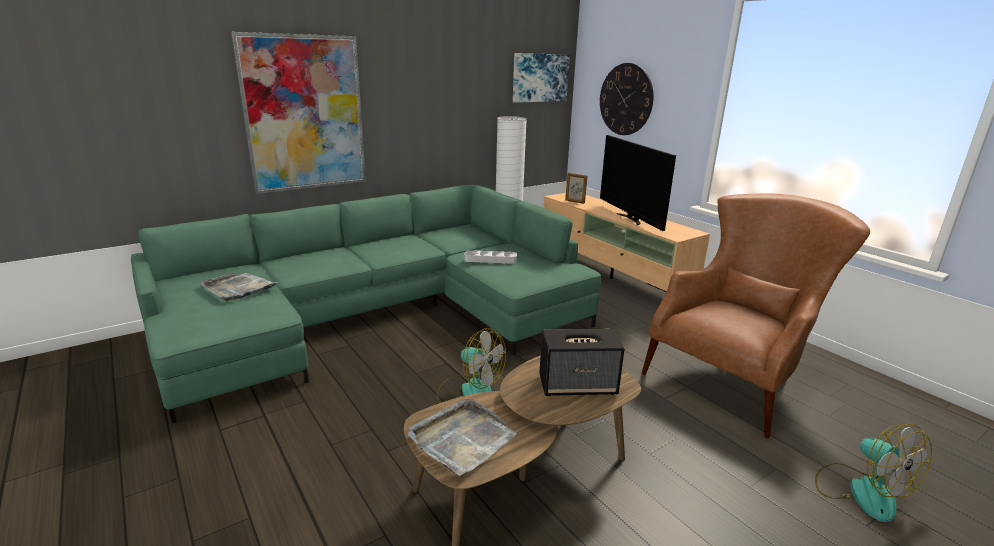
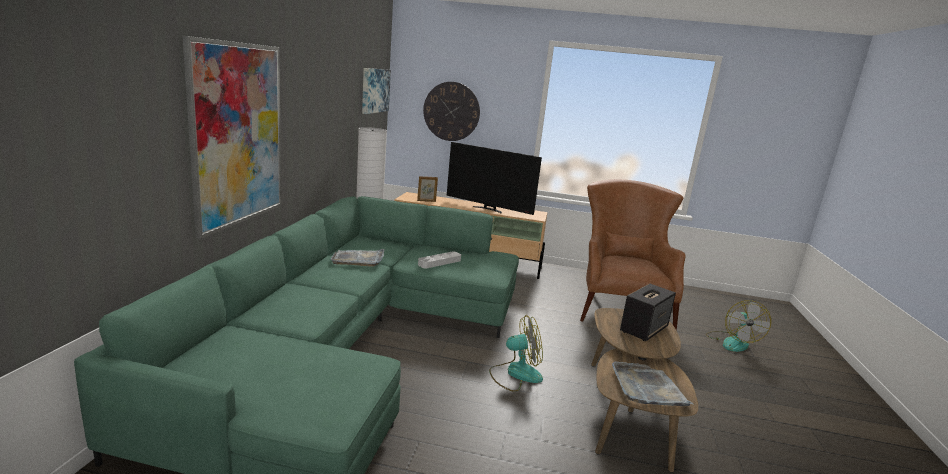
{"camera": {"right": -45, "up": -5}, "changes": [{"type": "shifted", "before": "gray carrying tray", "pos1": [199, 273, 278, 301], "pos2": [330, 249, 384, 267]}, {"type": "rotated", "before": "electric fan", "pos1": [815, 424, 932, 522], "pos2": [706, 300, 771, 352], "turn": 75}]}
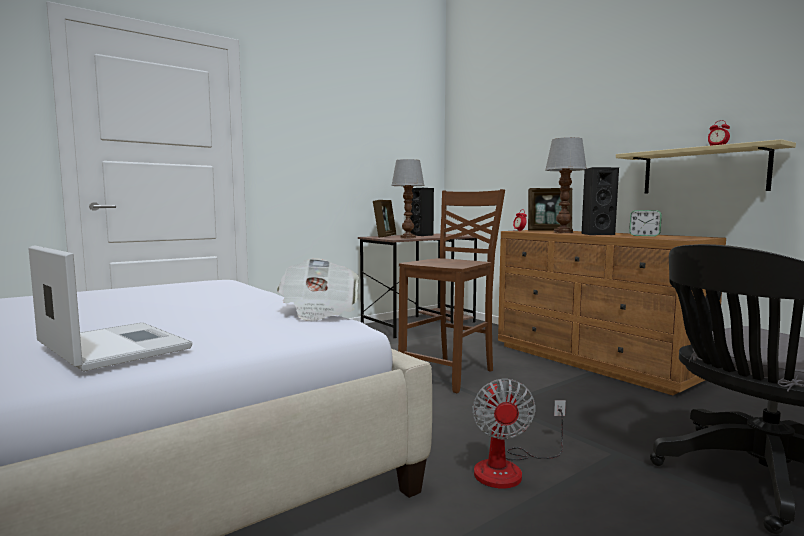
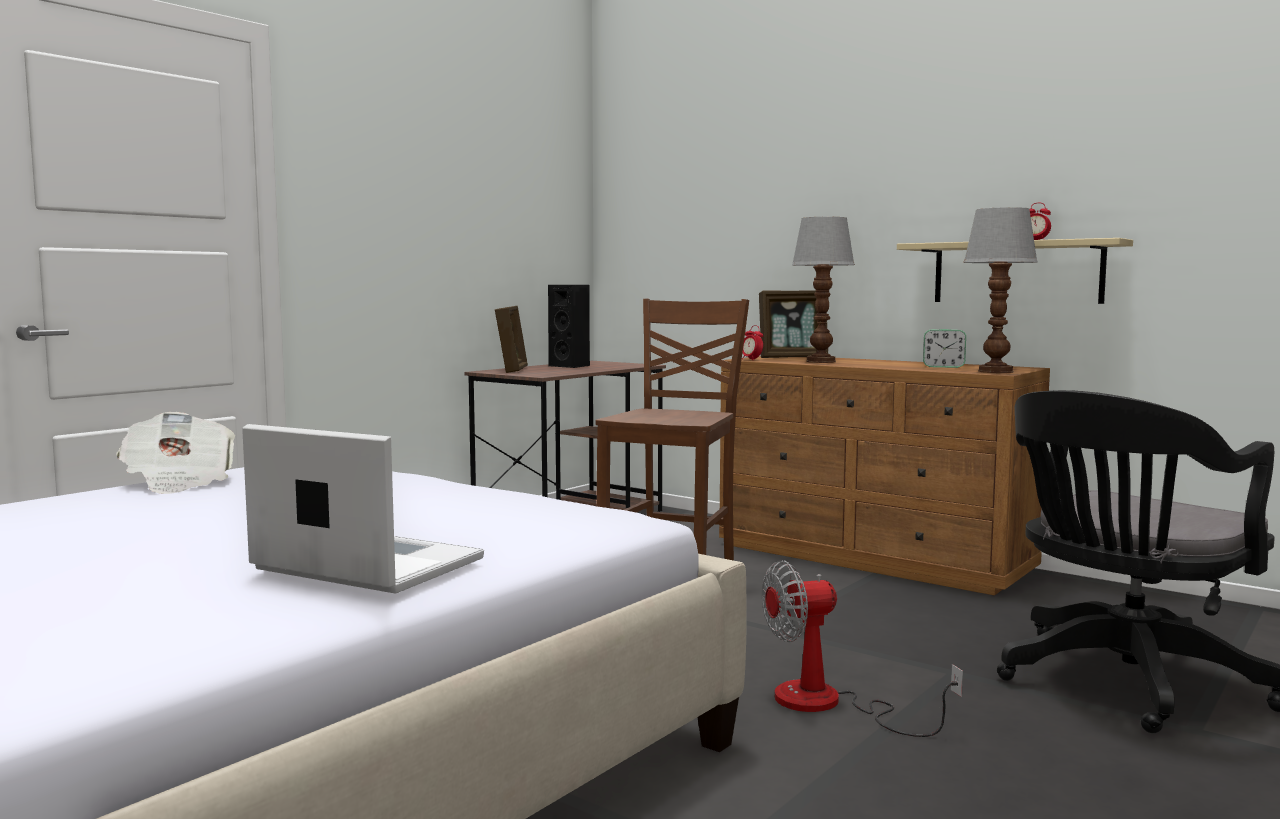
{"camera": {"right": -15, "up": 0}, "changes": [{"type": "shifted", "before": "printed paper", "pos1": [277, 258, 359, 321], "pos2": [117, 412, 235, 494]}, {"type": "rotated", "before": "electric fan", "pos1": [472, 378, 566, 489], "pos2": [762, 561, 963, 737], "turn": 90}, {"type": "shifted", "before": "tabletop lamp", "pos1": [391, 159, 425, 238], "pos2": [963, 207, 1038, 373]}, {"type": "gone", "before": "black audio speaker", "pos1": [582, 167, 619, 235]}]}
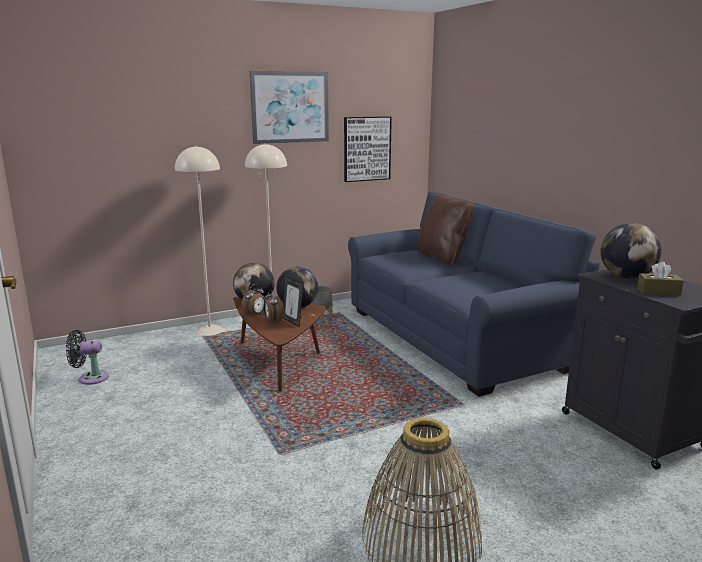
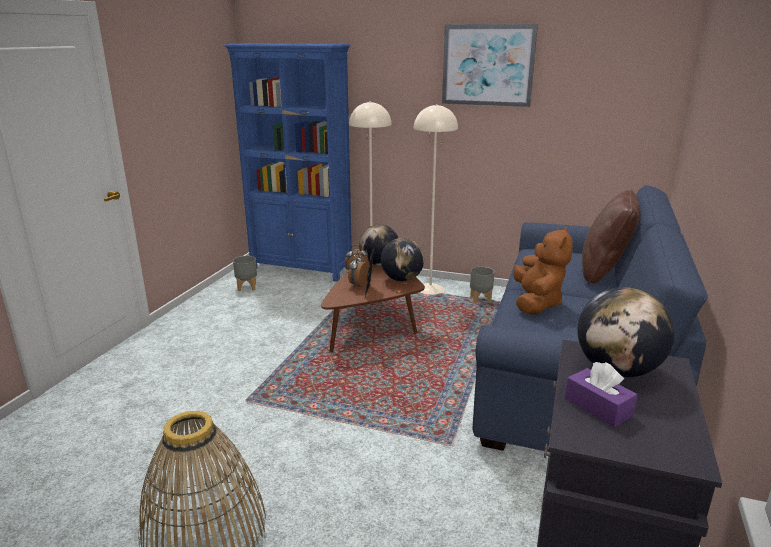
{"camera": {"right": 45, "up": 5}, "changes": [{"type": "new", "after": "bluish shelving unit", "pos2": [225, 43, 352, 281]}, {"type": "swapped", "before": "black electric fan", "after": "gray plant pot", "pos1": [66, 330, 109, 385], "pos2": [233, 256, 257, 291]}, {"type": "new", "after": "brown-coloured plush toy", "pos2": [513, 227, 573, 315]}, {"type": "repainted", "before": "brown-coloured box of tissues", "after": "purple box of tissues", "pos1": [637, 262, 684, 296], "pos2": [565, 362, 638, 427]}, {"type": "gone", "before": "picture", "pos1": [344, 116, 392, 182]}]}
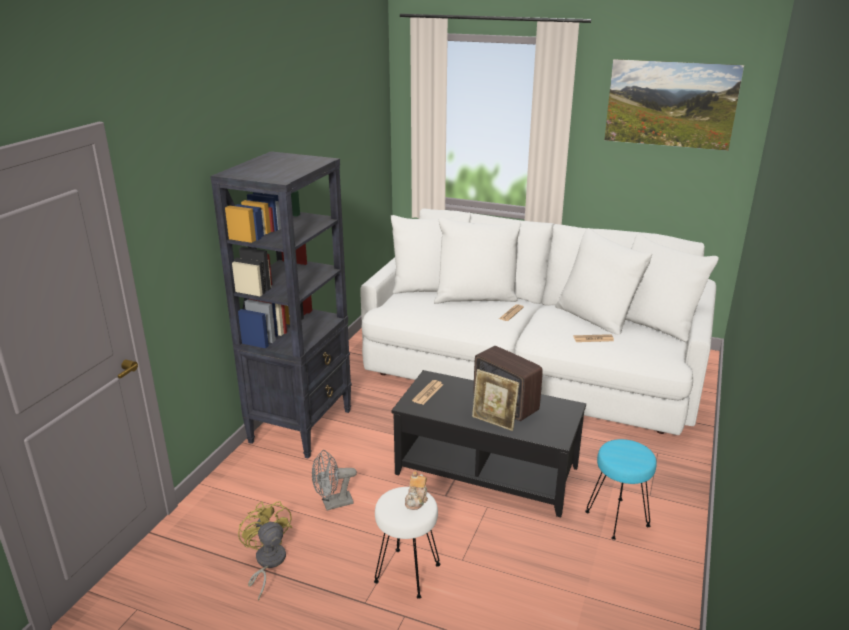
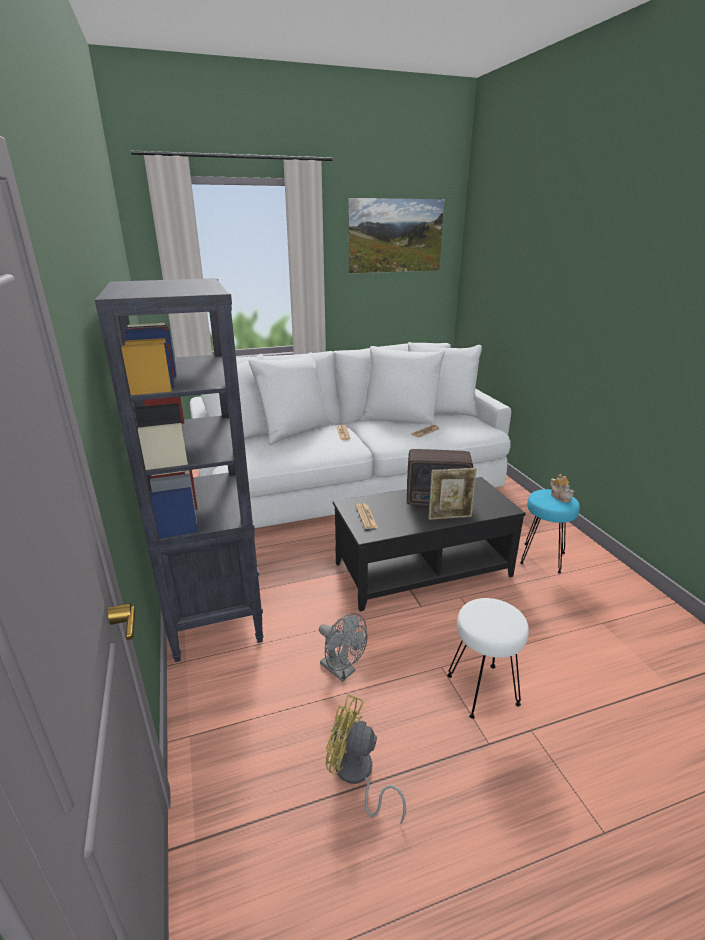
{"camera": {"right": -40, "up": 0}, "changes": [{"type": "rotated", "before": "gray electric fan", "pos1": [312, 450, 357, 511], "pos2": [319, 613, 367, 682], "turn": -75}, {"type": "shifted", "before": "tea pot", "pos1": [405, 471, 428, 510], "pos2": [550, 474, 575, 503]}]}
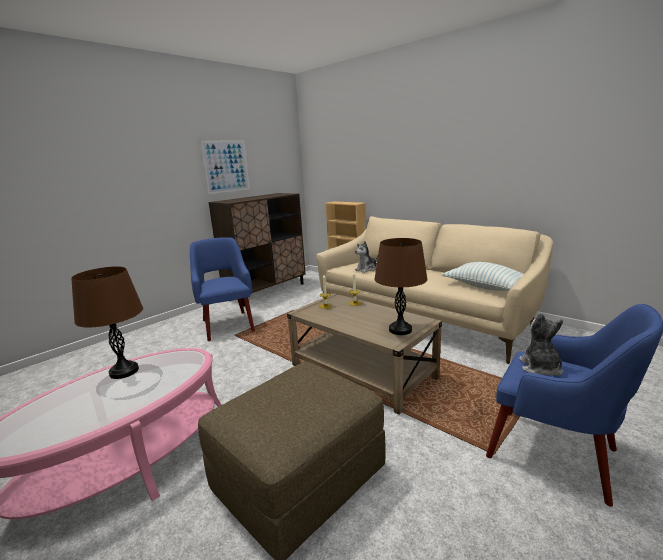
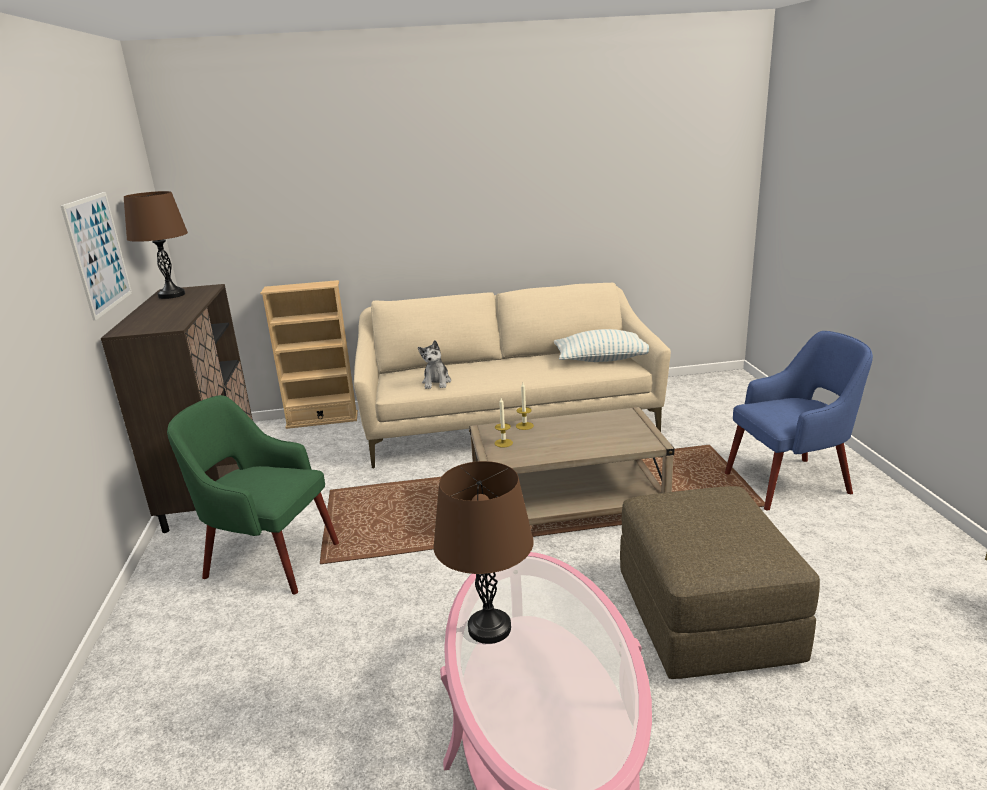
{"camera": {"right": -50, "up": 5}, "changes": [{"type": "shifted", "before": "brown-coloured tabletop lamp", "pos1": [374, 238, 427, 335], "pos2": [124, 191, 188, 299]}, {"type": "repainted", "before": "bluish easy chair", "after": "greenish easy chair", "pos1": [190, 237, 255, 341], "pos2": [167, 395, 339, 595]}, {"type": "gone", "before": "plush toy", "pos1": [519, 313, 563, 376]}]}
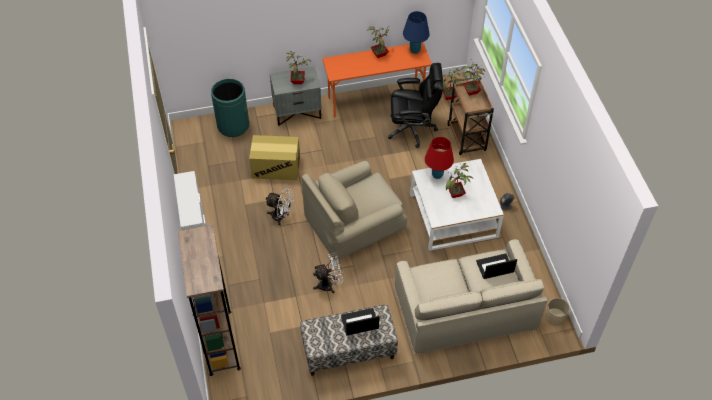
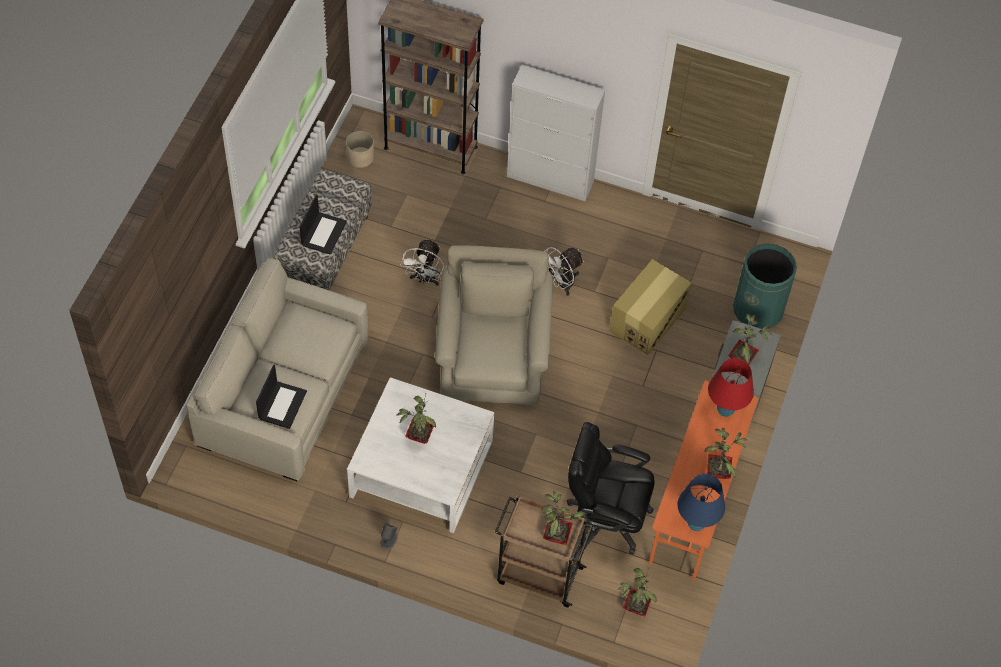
{"camera": {"right": 120, "up": 5}, "changes": [{"type": "shifted", "before": "beige-coloured plant pot", "pos1": [545, 298, 570, 326], "pos2": [346, 131, 374, 168]}, {"type": "rotated", "before": "black office chair", "pos1": [388, 63, 443, 148], "pos2": [567, 422, 655, 555], "turn": 75}, {"type": "shifted", "before": "reddish tabletop lamp", "pos1": [425, 137, 454, 179], "pos2": [708, 358, 754, 417]}]}
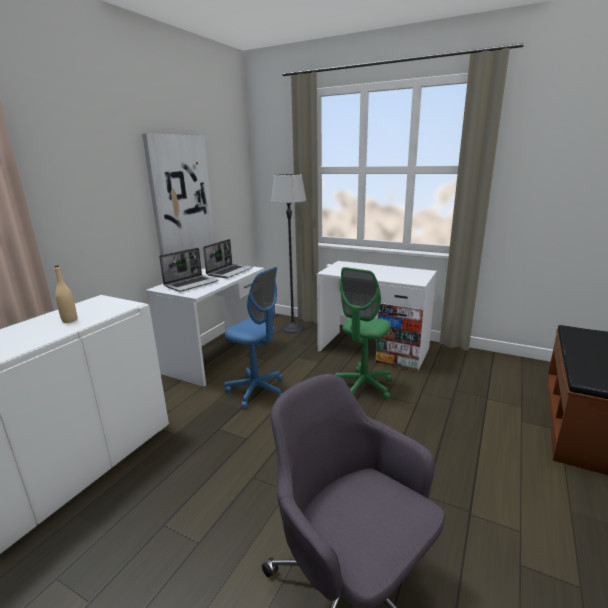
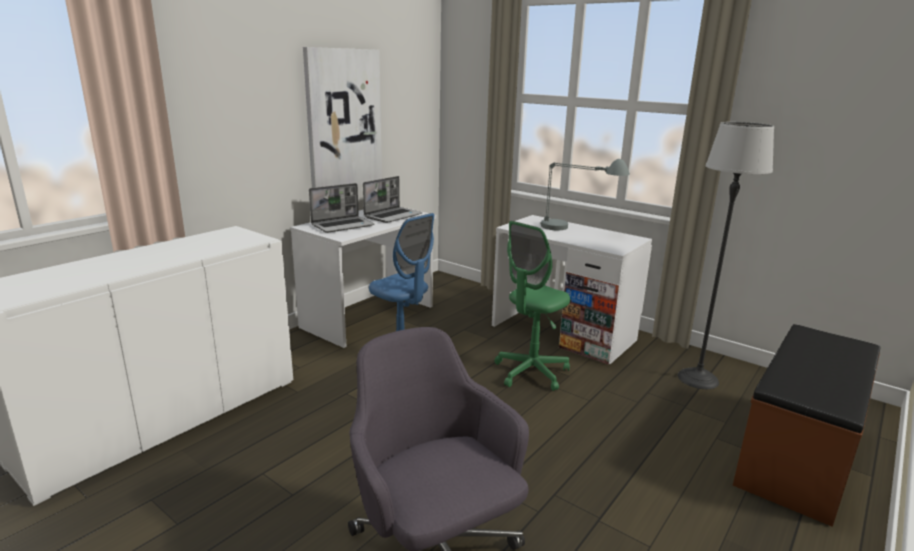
{"camera": {"right": 10, "up": 0}, "changes": [{"type": "new", "after": "gray tabletop lamp", "pos2": [540, 159, 630, 230]}, {"type": "shifted", "before": "floor lamp", "pos1": [271, 174, 306, 333], "pos2": [678, 122, 774, 389]}, {"type": "gone", "before": "beige-coloured bottle", "pos1": [54, 265, 77, 323]}]}
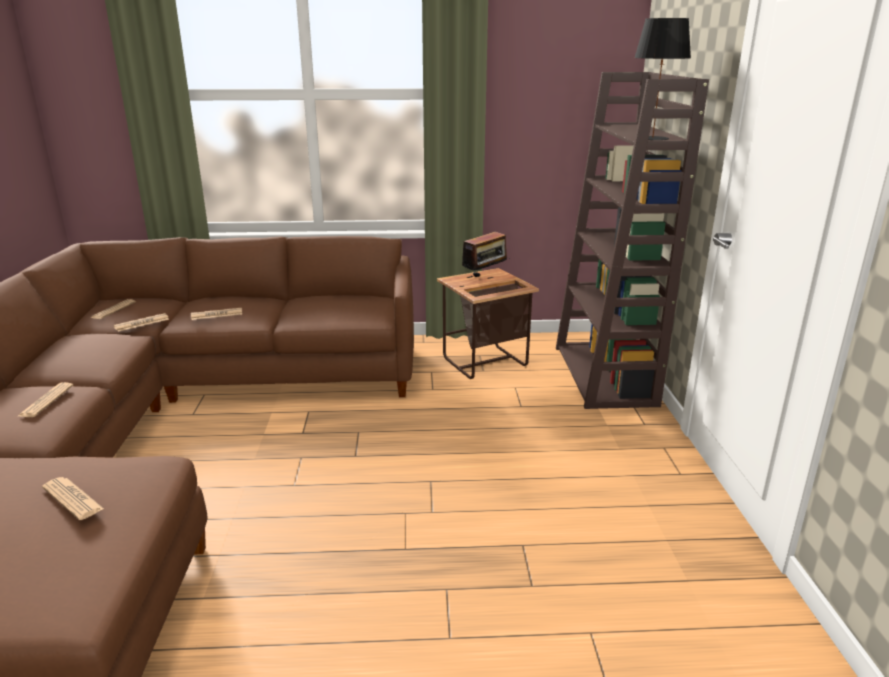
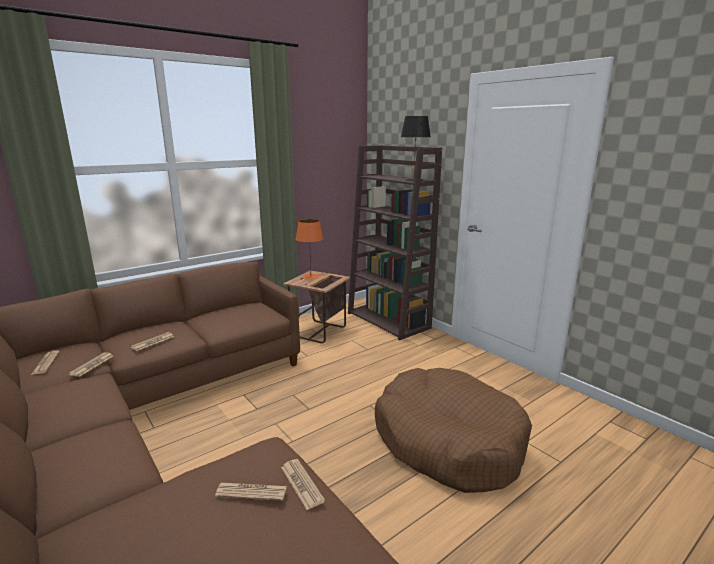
{"camera": {"right": -35, "up": -5}, "changes": [{"type": "shifted", "before": "printed paper", "pos1": [18, 382, 73, 417], "pos2": [281, 459, 325, 510]}, {"type": "swapped", "before": "radio set", "after": "orangey tabletop lamp", "pos1": [462, 229, 510, 277], "pos2": [296, 219, 323, 279]}, {"type": "new", "after": "brown-coloured pet bed", "pos2": [375, 368, 532, 493]}]}
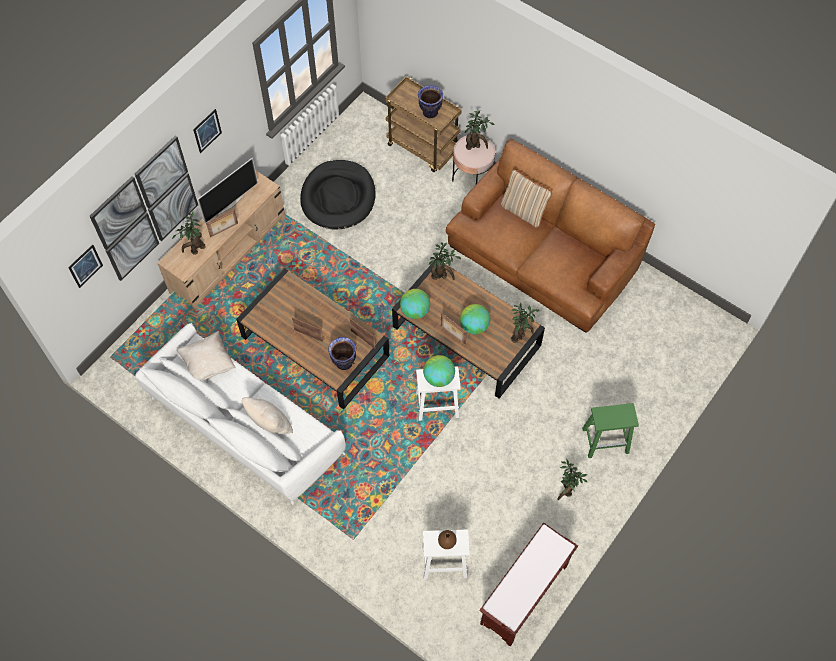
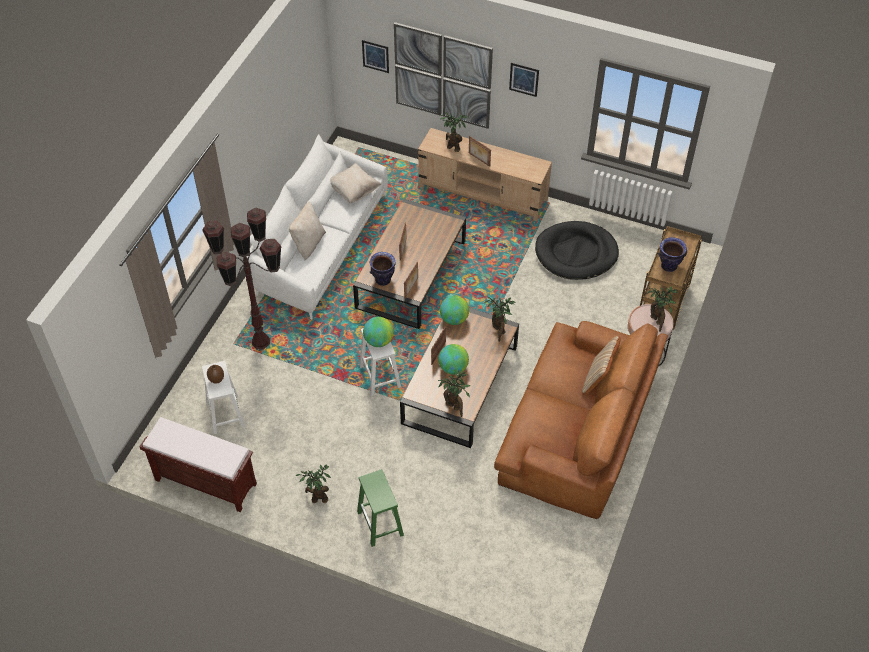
{"camera": {"right": 75, "up": -10}, "changes": [{"type": "new", "after": "brown-coloured floor lamp", "pos2": [202, 208, 281, 349]}, {"type": "gone", "before": "TV set", "pos1": [197, 158, 258, 224]}]}
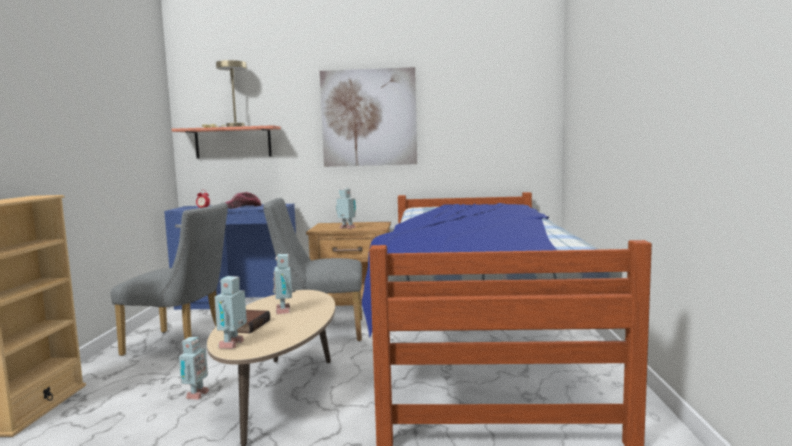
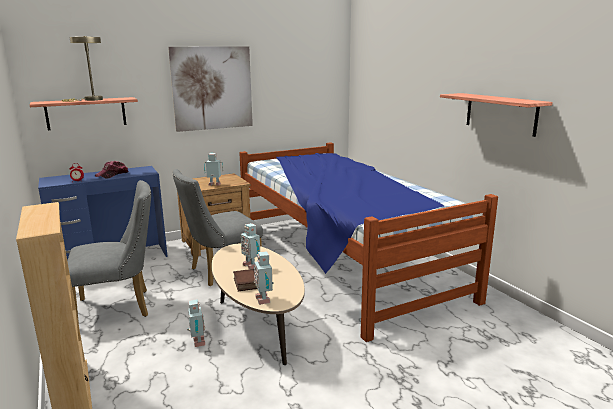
{"camera": {"right": -30, "up": 10}, "changes": [{"type": "new", "after": "shelf", "pos2": [440, 93, 553, 137]}]}
